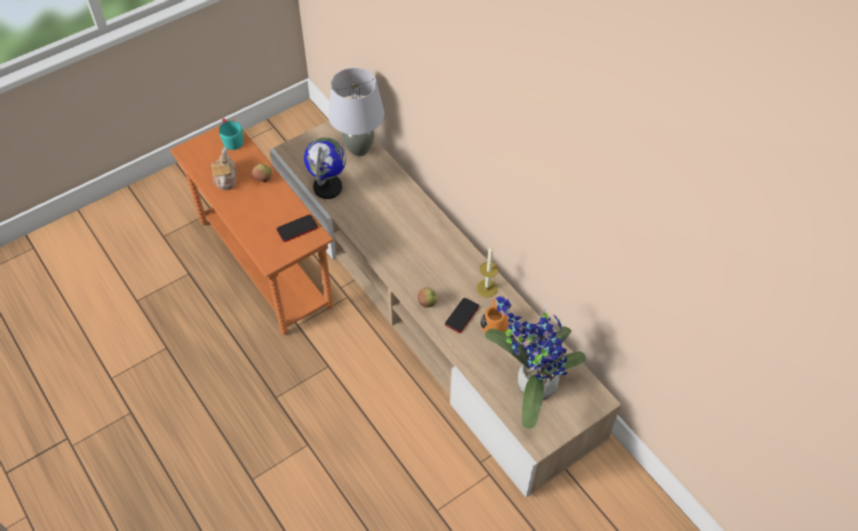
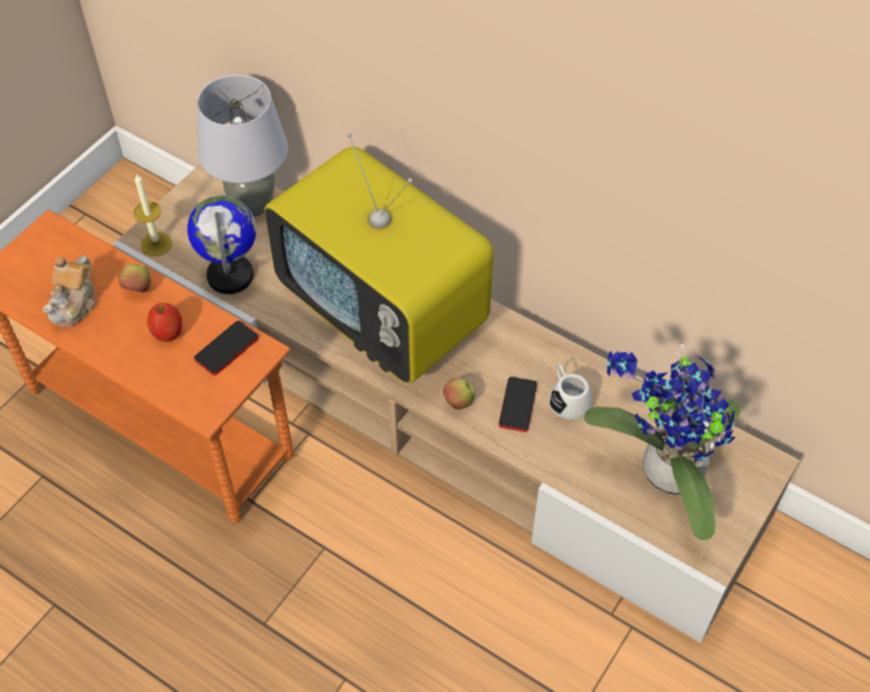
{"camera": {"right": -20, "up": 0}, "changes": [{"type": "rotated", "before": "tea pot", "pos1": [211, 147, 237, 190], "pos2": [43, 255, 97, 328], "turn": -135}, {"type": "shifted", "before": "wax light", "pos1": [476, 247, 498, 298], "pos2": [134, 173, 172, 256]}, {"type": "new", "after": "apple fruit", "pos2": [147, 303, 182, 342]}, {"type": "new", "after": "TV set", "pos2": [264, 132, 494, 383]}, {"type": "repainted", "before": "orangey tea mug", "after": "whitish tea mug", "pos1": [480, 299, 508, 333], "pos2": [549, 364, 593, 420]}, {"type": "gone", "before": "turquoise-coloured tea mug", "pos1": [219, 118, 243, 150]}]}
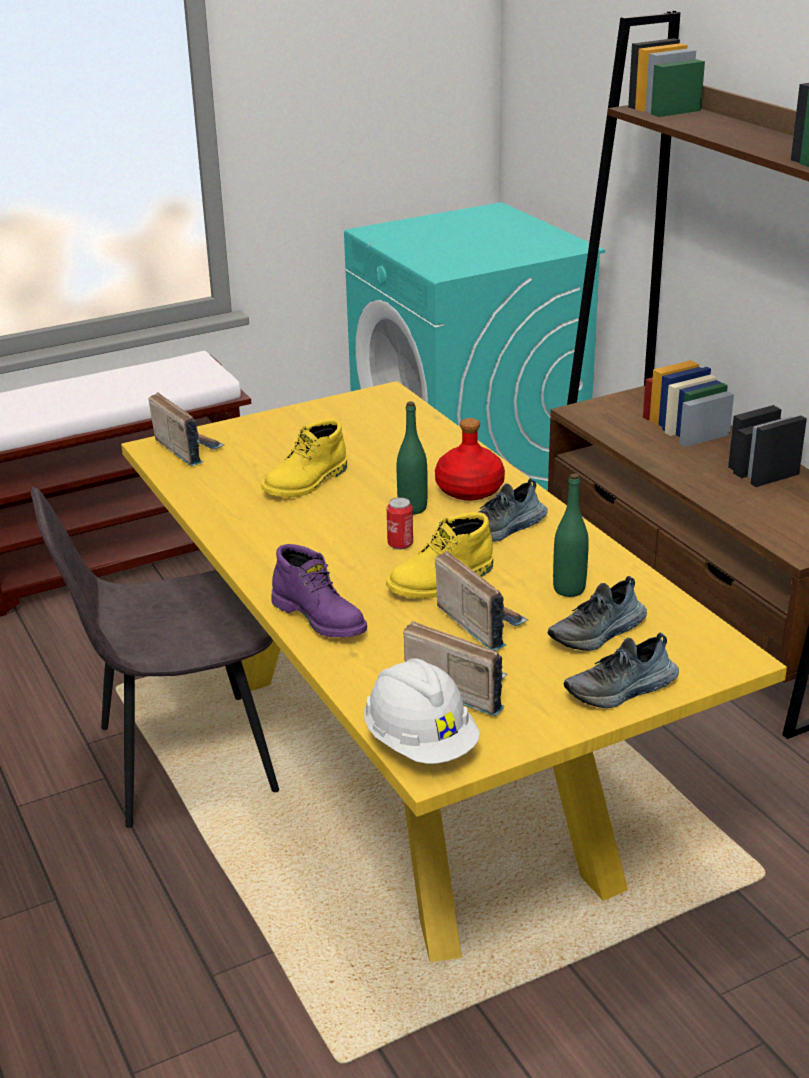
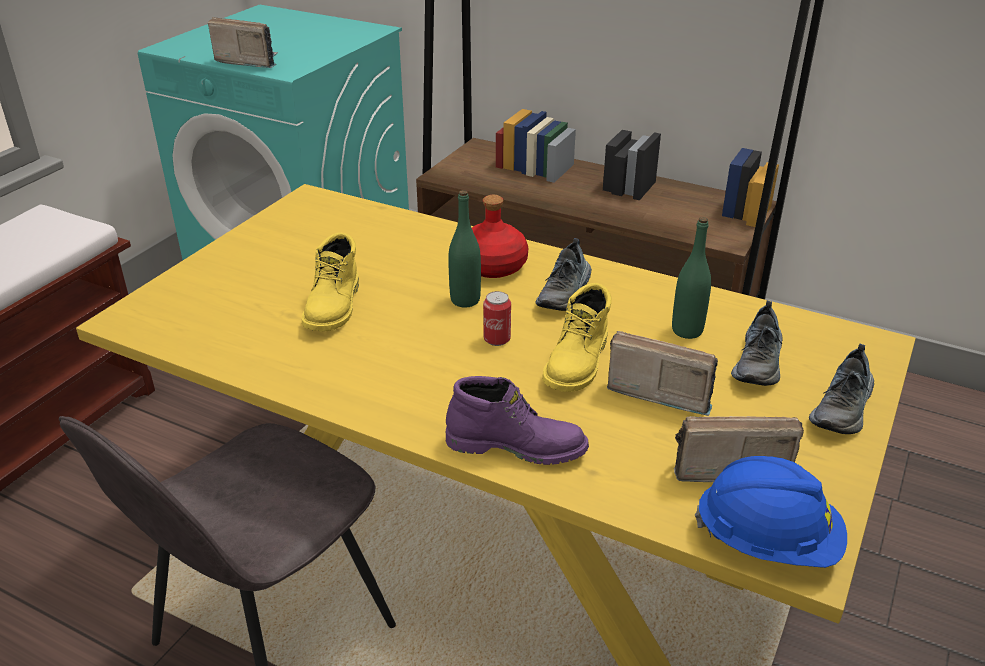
{"camera": {"right": -35, "up": 5}, "changes": [{"type": "shifted", "before": "radio set", "pos1": [148, 392, 224, 466], "pos2": [208, 17, 278, 68]}, {"type": "repainted", "before": "whitish safety helmet", "after": "bluish safety helmet", "pos1": [364, 658, 480, 764], "pos2": [695, 456, 847, 568]}]}
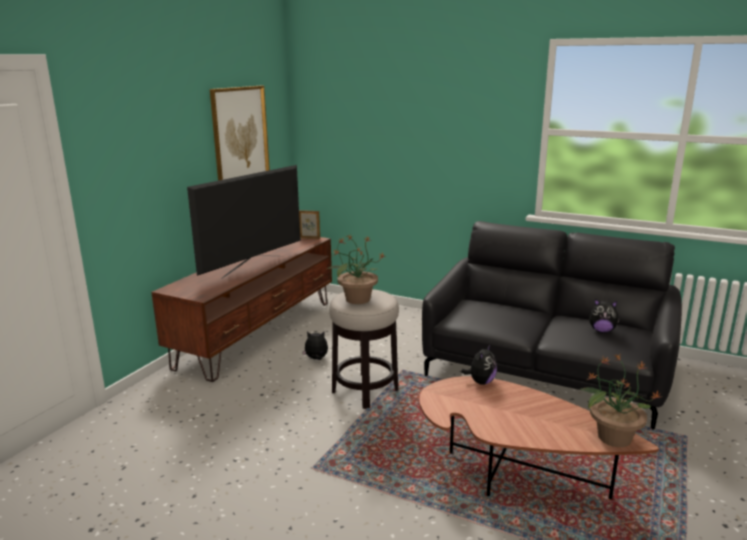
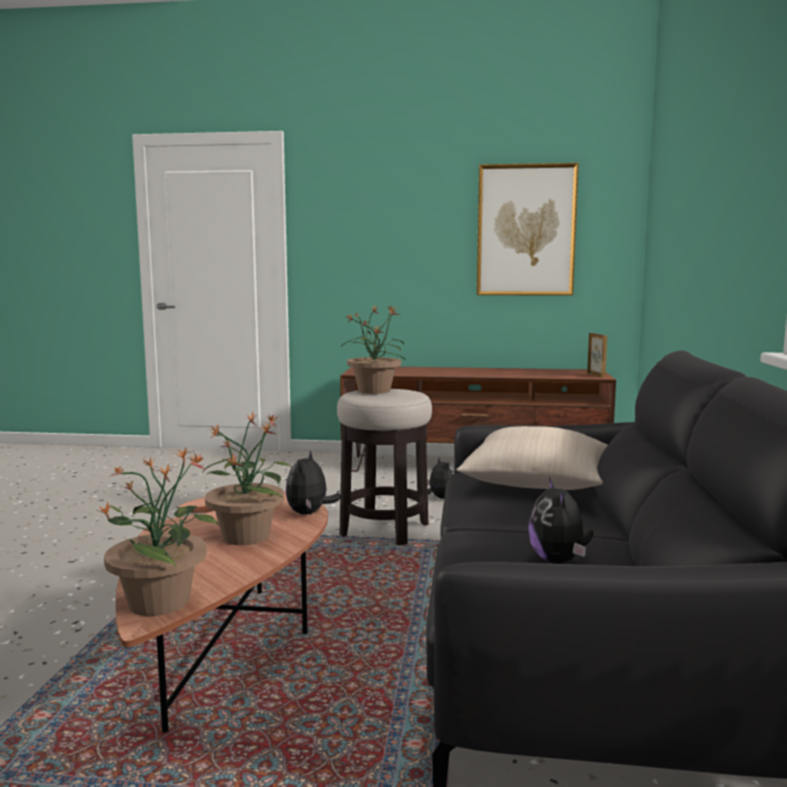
{"camera": {"right": 70, "up": -10}, "changes": [{"type": "new", "after": "potted plant", "pos2": [203, 412, 292, 545]}, {"type": "rotated", "before": "plush toy", "pos1": [461, 345, 497, 385], "pos2": [286, 451, 341, 515], "turn": 90}, {"type": "new", "after": "beige-coloured pillow", "pos2": [456, 426, 608, 490]}, {"type": "gone", "before": "TV set", "pos1": [187, 165, 300, 279]}]}
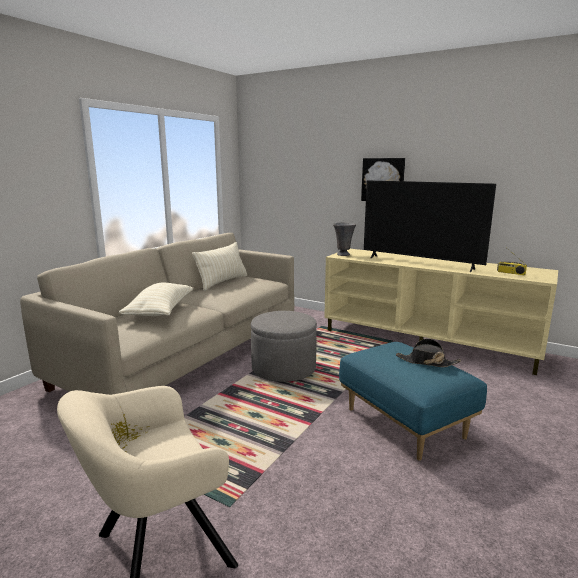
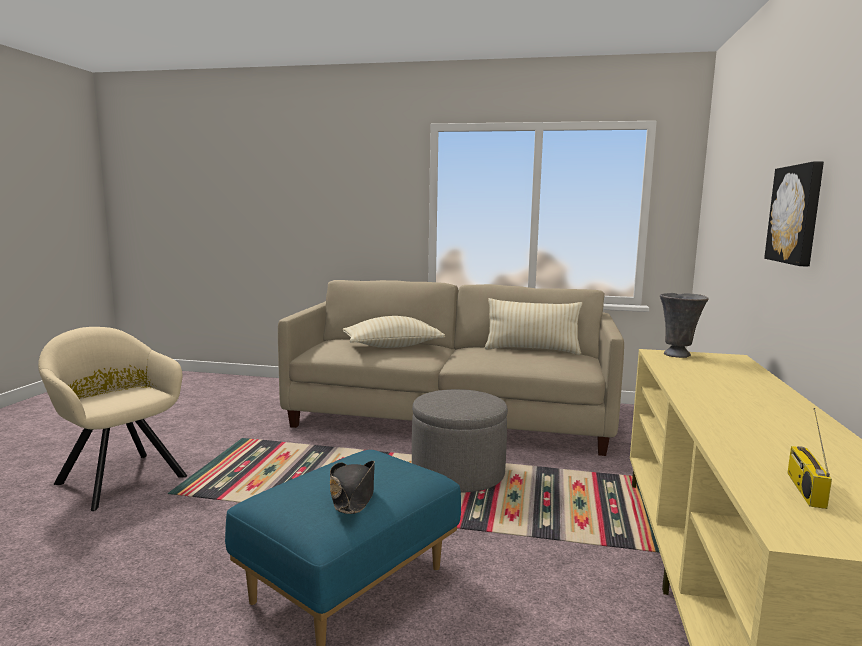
{"camera": {"right": 70, "up": -5}, "changes": [{"type": "gone", "before": "TV set", "pos1": [364, 180, 496, 272]}]}
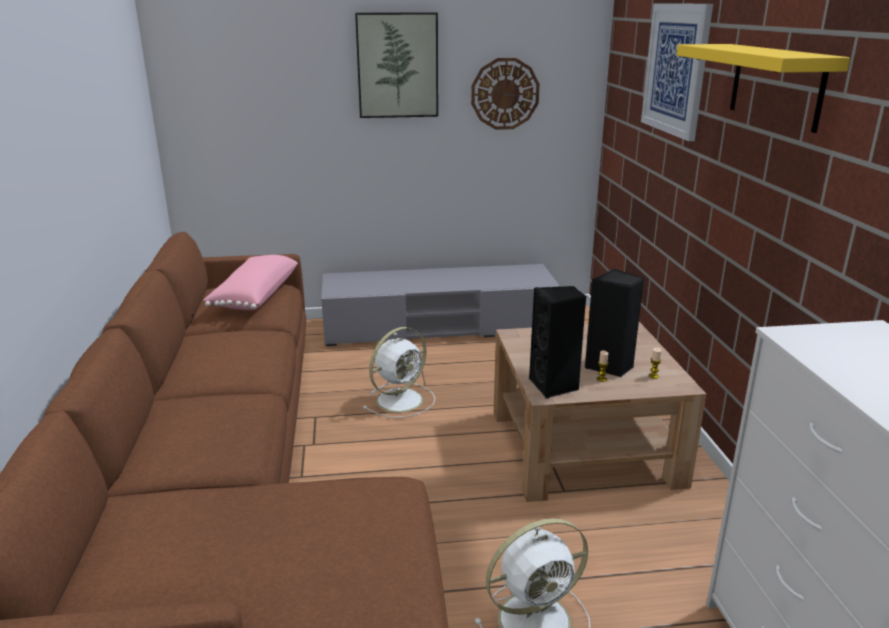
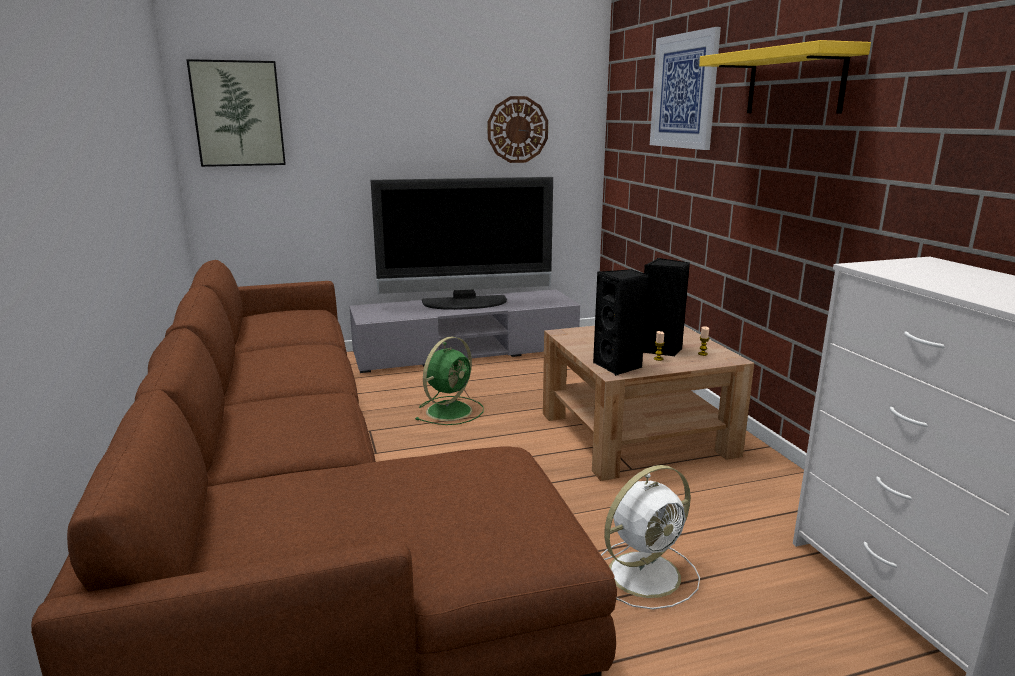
{"camera": {"right": -10, "up": -5}, "changes": [{"type": "shifted", "before": "picture", "pos1": [355, 12, 438, 118], "pos2": [186, 59, 286, 167]}, {"type": "new", "after": "TV set", "pos2": [371, 177, 553, 310]}, {"type": "repainted", "before": "whitish electric fan", "after": "greenish electric fan", "pos1": [363, 327, 436, 418], "pos2": [415, 337, 484, 425]}, {"type": "gone", "before": "pink-coloured pillow", "pos1": [203, 255, 298, 310]}]}
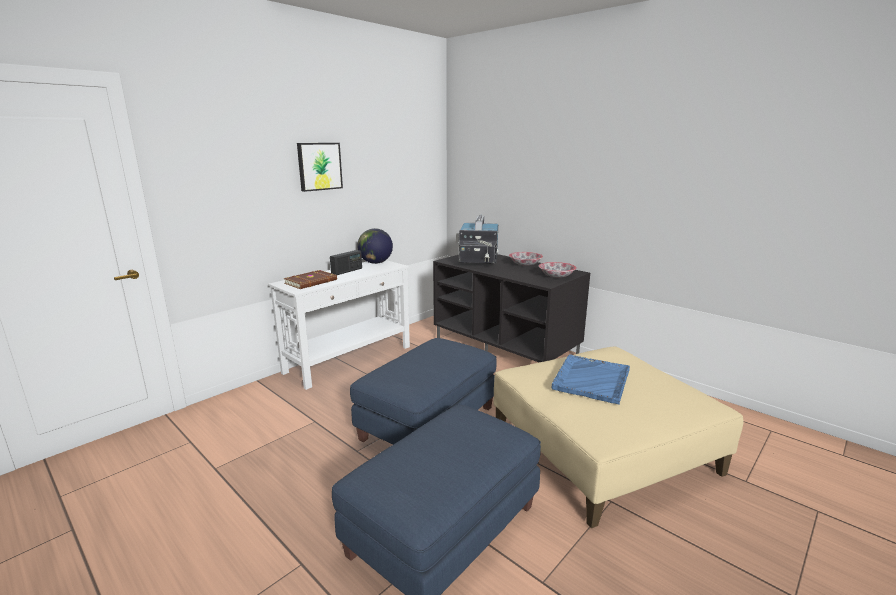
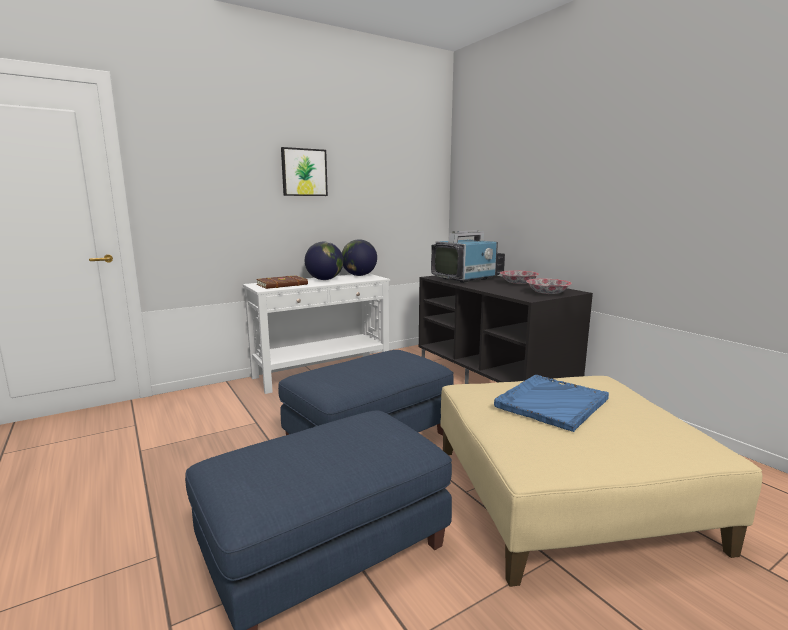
{"camera": {"right": 15, "up": -5}, "changes": [{"type": "swapped", "before": "radio set", "after": "desk globe", "pos1": [330, 250, 362, 275], "pos2": [305, 242, 343, 280]}, {"type": "rotated", "before": "TV set", "pos1": [456, 214, 499, 264], "pos2": [431, 230, 505, 283], "turn": -150}]}
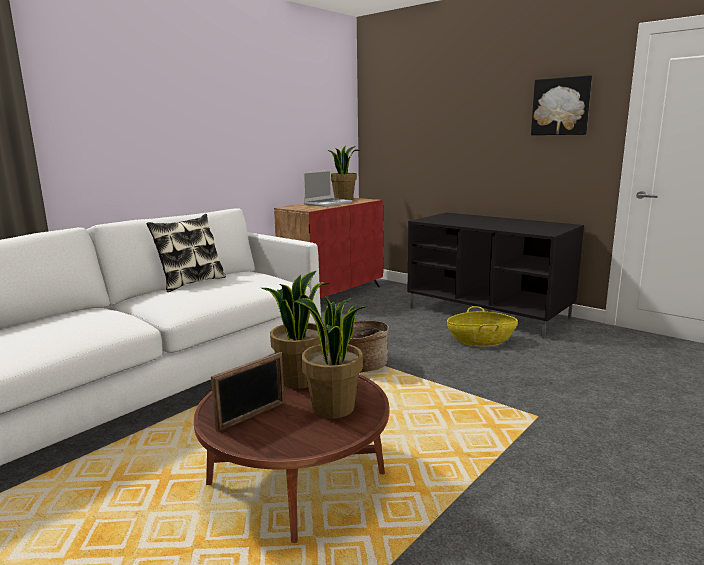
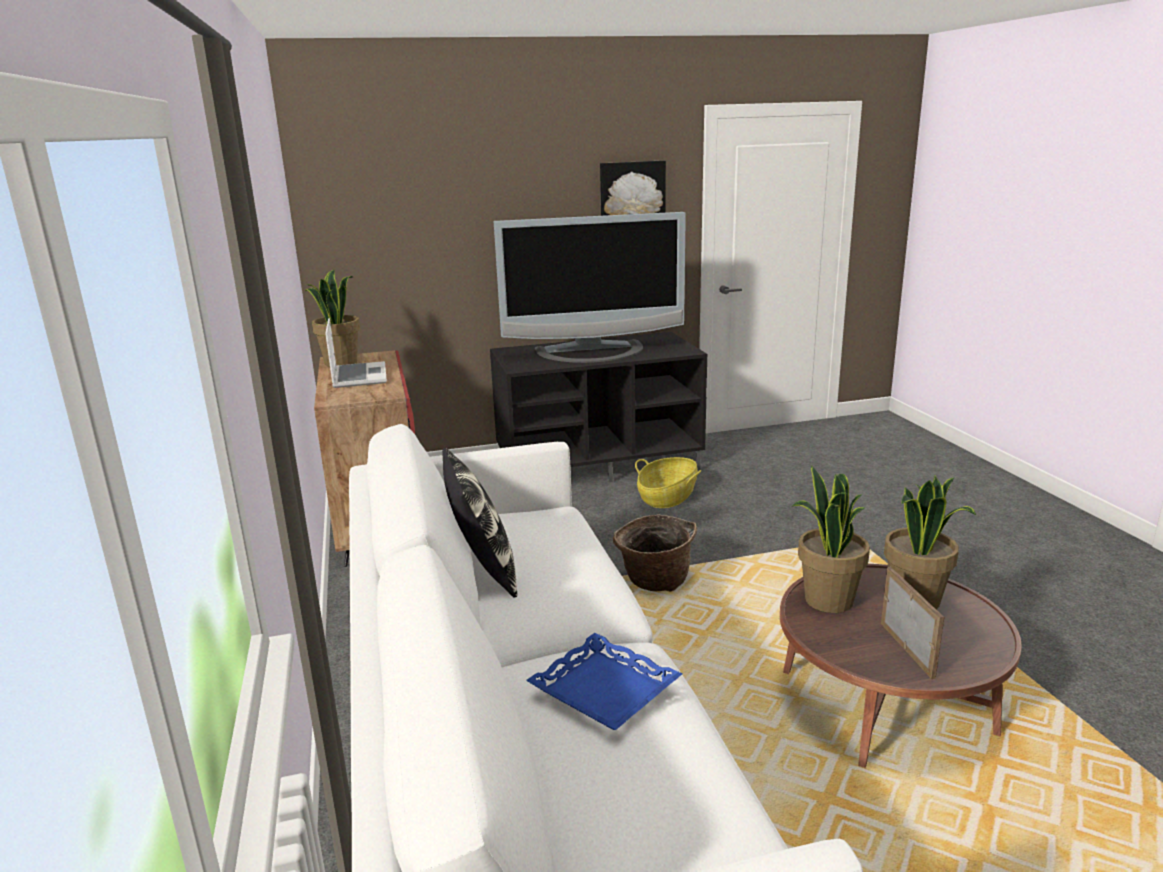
{"camera": {"right": -55, "up": 5}, "changes": [{"type": "new", "after": "TV set", "pos2": [494, 212, 686, 363]}, {"type": "new", "after": "bluish carrying tray", "pos2": [526, 633, 682, 730]}]}
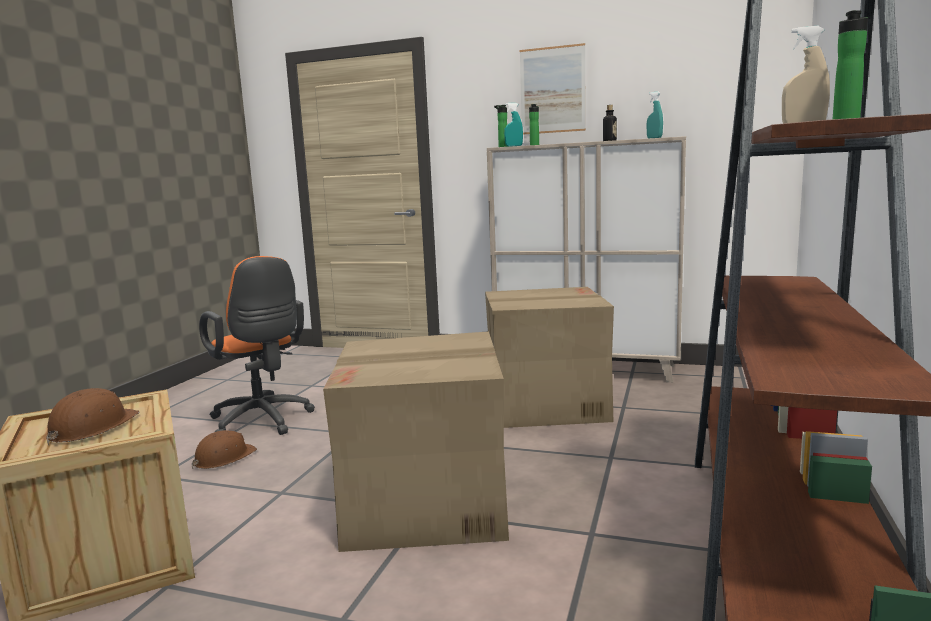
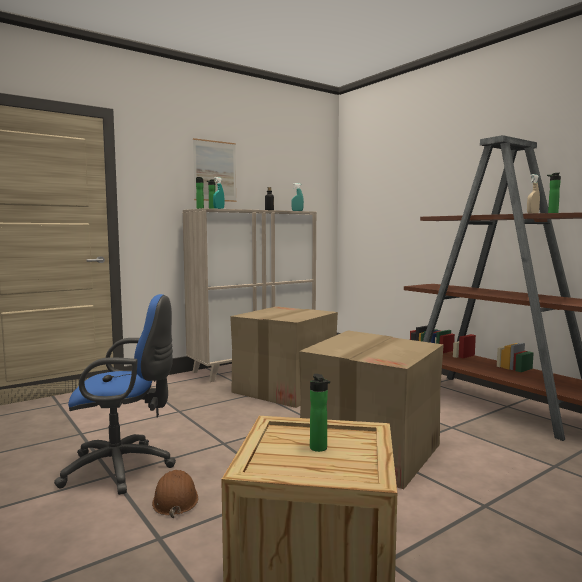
{"camera": {"right": -55, "up": -5}, "changes": [{"type": "repainted", "before": "orangey office chair", "after": "bluish office chair", "pos1": [199, 256, 315, 435], "pos2": [54, 294, 176, 495]}, {"type": "swapped", "before": "brown-coloured safety helmet", "after": "bottle", "pos1": [46, 388, 139, 445], "pos2": [310, 374, 330, 452]}]}
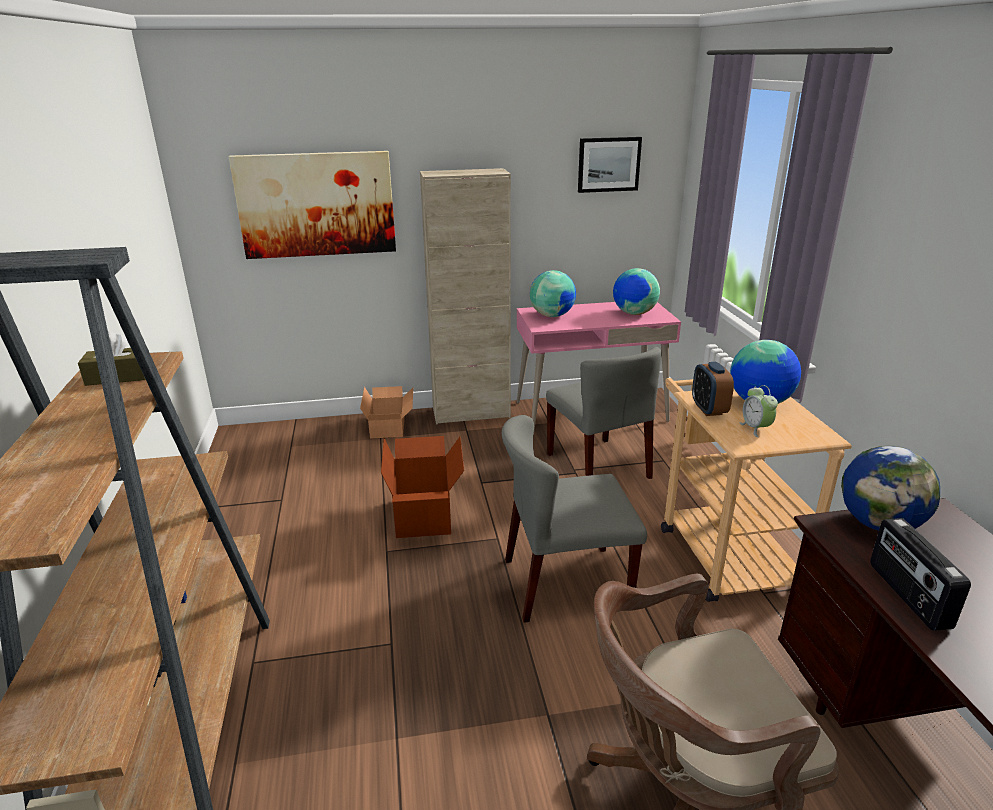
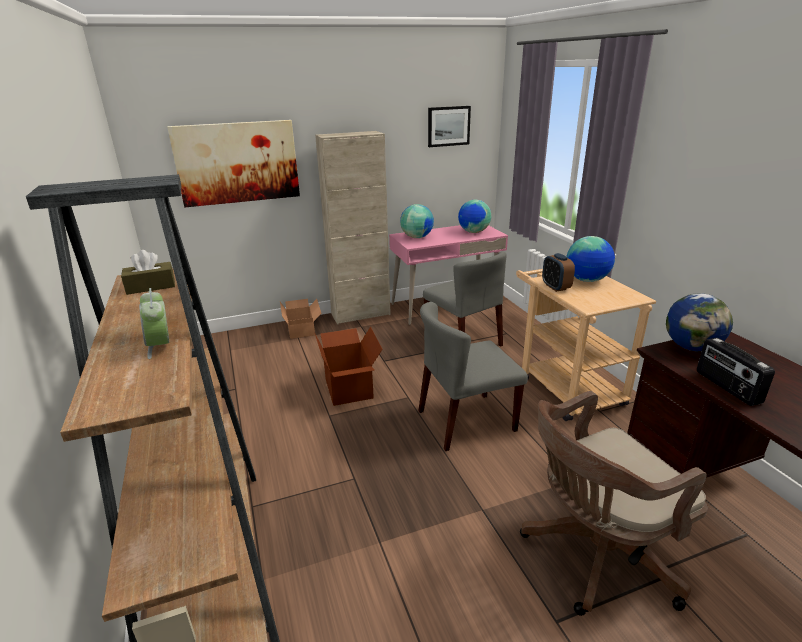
{"camera": {"right": -10, "up": 0}, "changes": [{"type": "shifted", "before": "alarm clock", "pos1": [740, 385, 778, 437], "pos2": [139, 288, 169, 359]}]}
